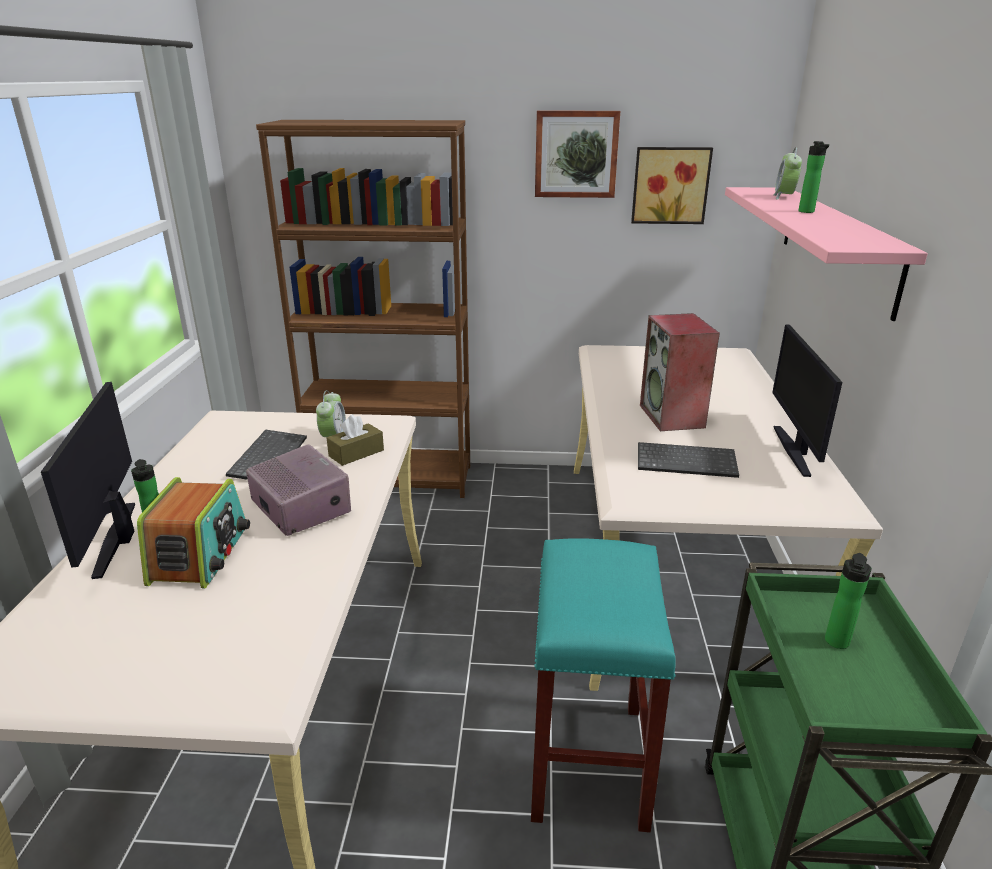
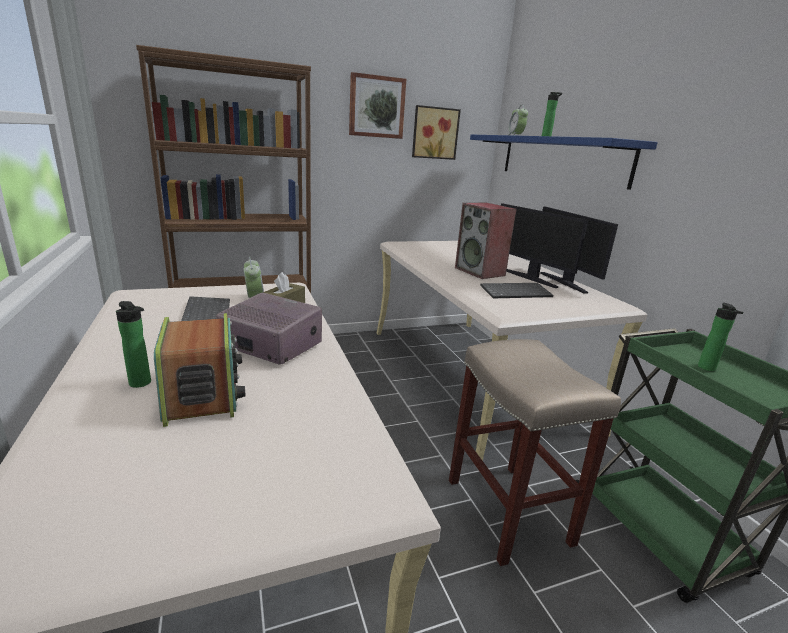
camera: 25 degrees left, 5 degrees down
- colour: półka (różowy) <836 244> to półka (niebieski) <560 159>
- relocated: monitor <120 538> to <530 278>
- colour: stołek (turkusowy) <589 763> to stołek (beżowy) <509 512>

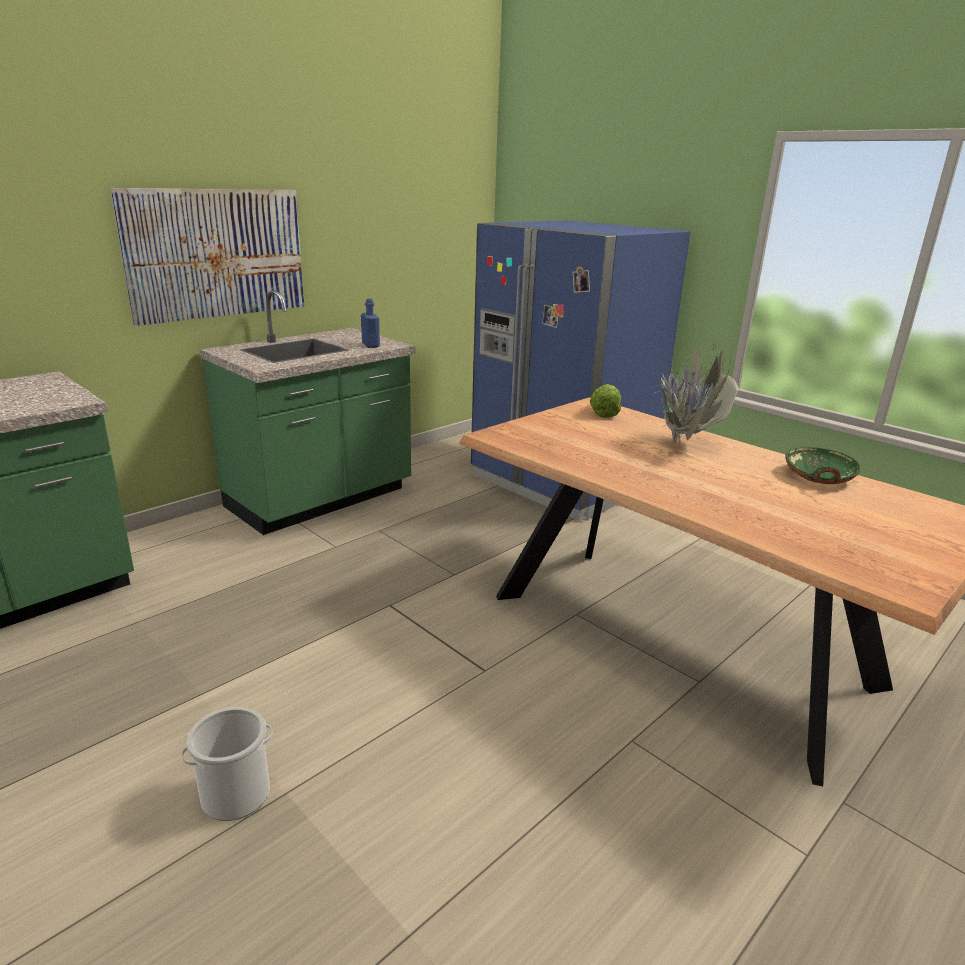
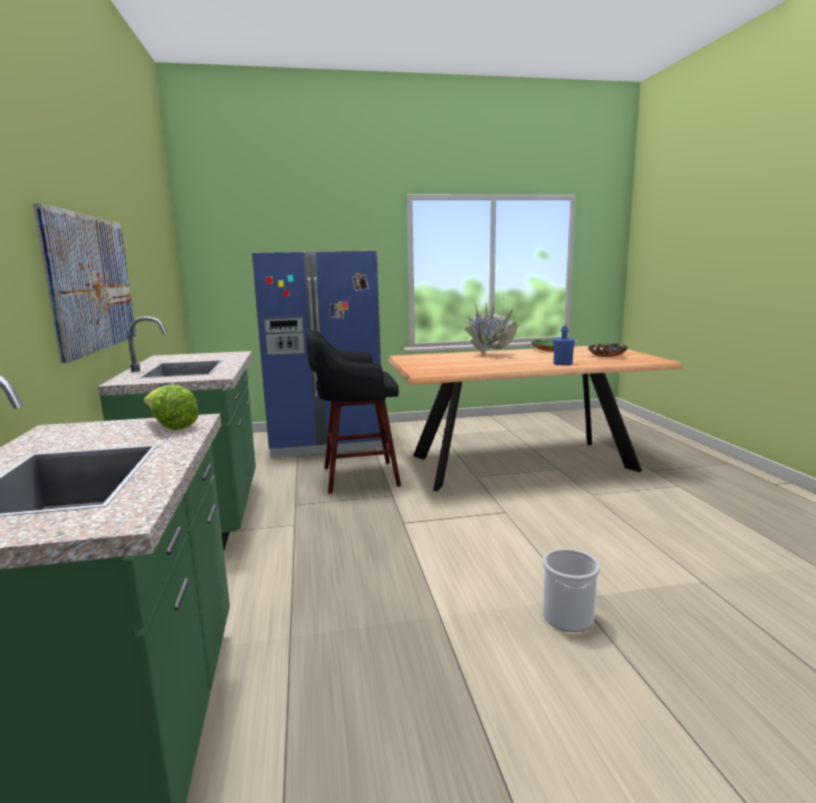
camera: 55 degrees left, 10 degrees down
- relocated: butelka (niebieski) <370 345> to <562 364>
- relocated: sałata <604 413> to <170 426>
- appeared: stołek (czarny) <357 477>
- appeared: miska (czarny) <606 356>

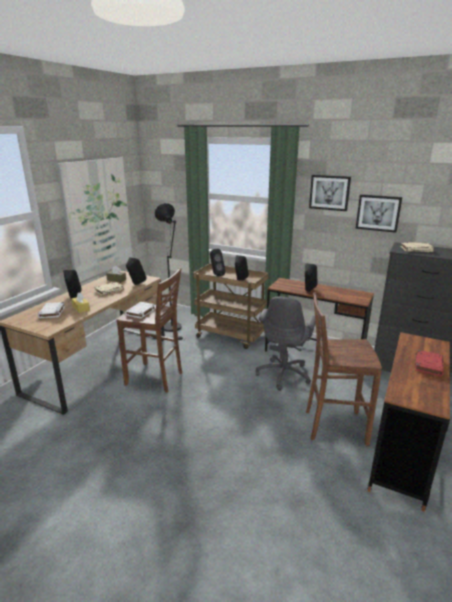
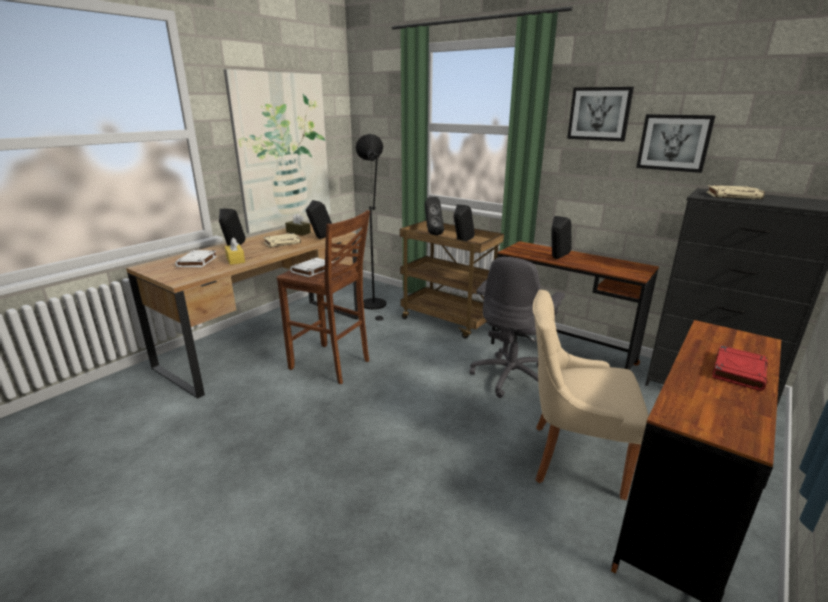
camera: 10 degrees right, 0 degrees up
- exchanged: stołek (brązowy) <333 426> to krzesło (beżowy) <572 458>

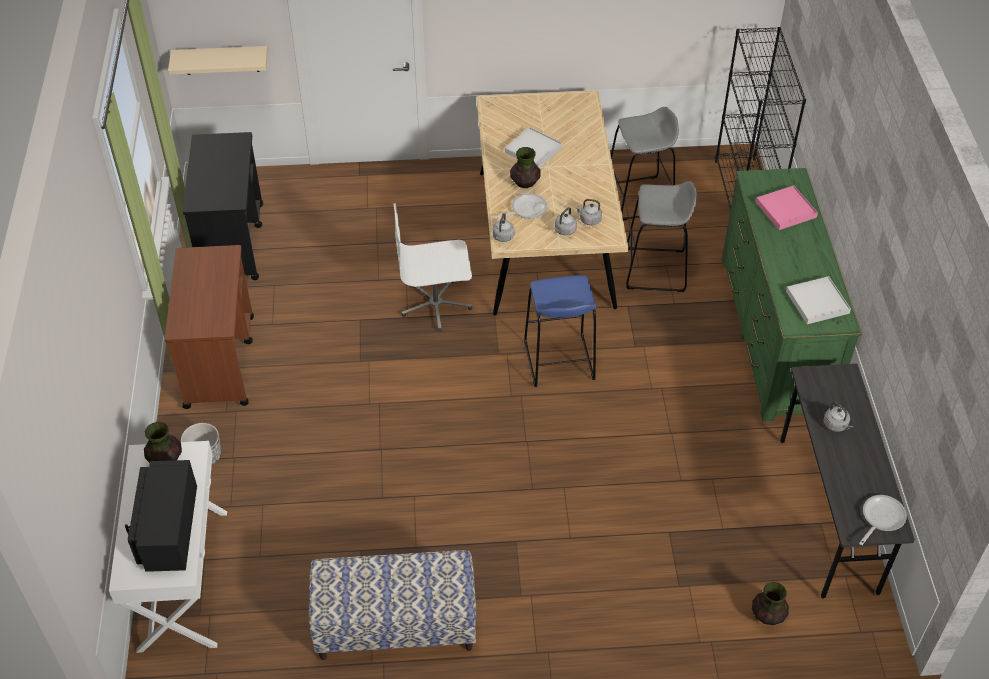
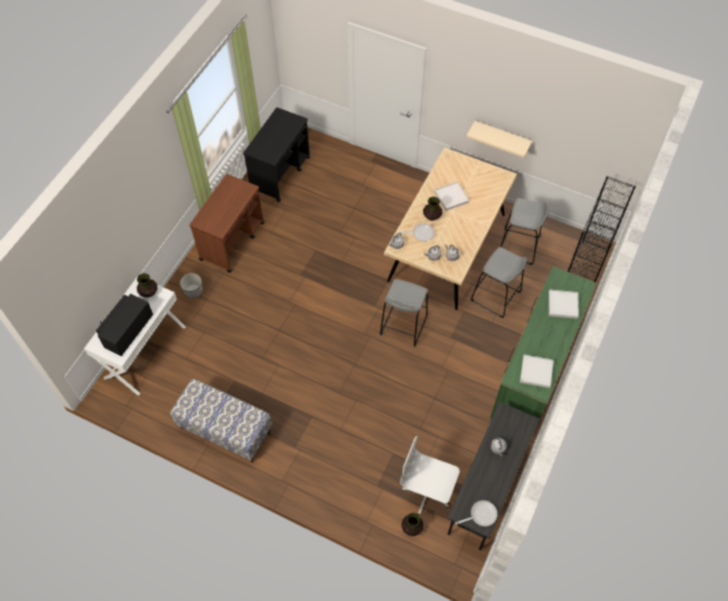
camera: 30 degrees right, 10 degrees up
- relocated: półka (beżowy) <221 60> to <501 137>
- colour: taca (różowy) <785 210> to taca (biały) <563 305>
- relocated: krzesło biurowe (biały) <436 305> to <427 492>
- colour: stołek (niebieski) <558 361> to stołek (szary) <403 326>

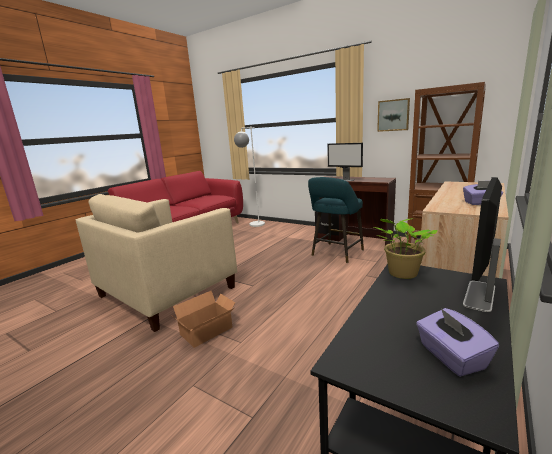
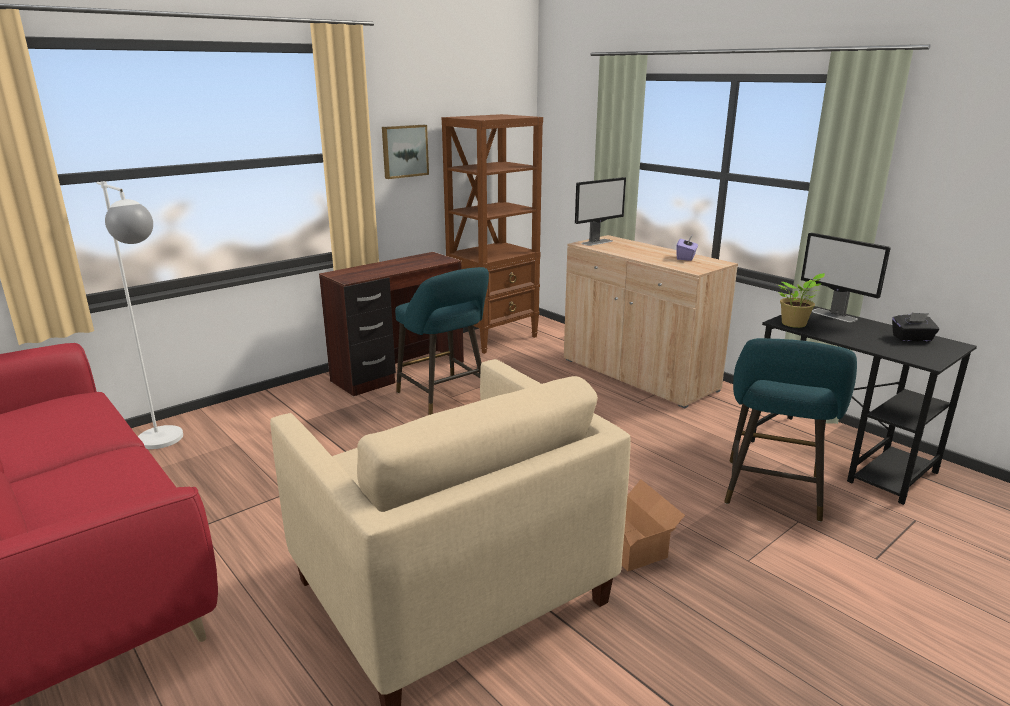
camera: 75 degrees left, 5 degrees up
- relocated: monitor <345 180> to <597 242>
- colour: pudełko chusteczek (fioletowy) <451 357> to pudełko chusteczek (czarny) <912 338>
- appeared: stołek (turkusowy) <772 493>

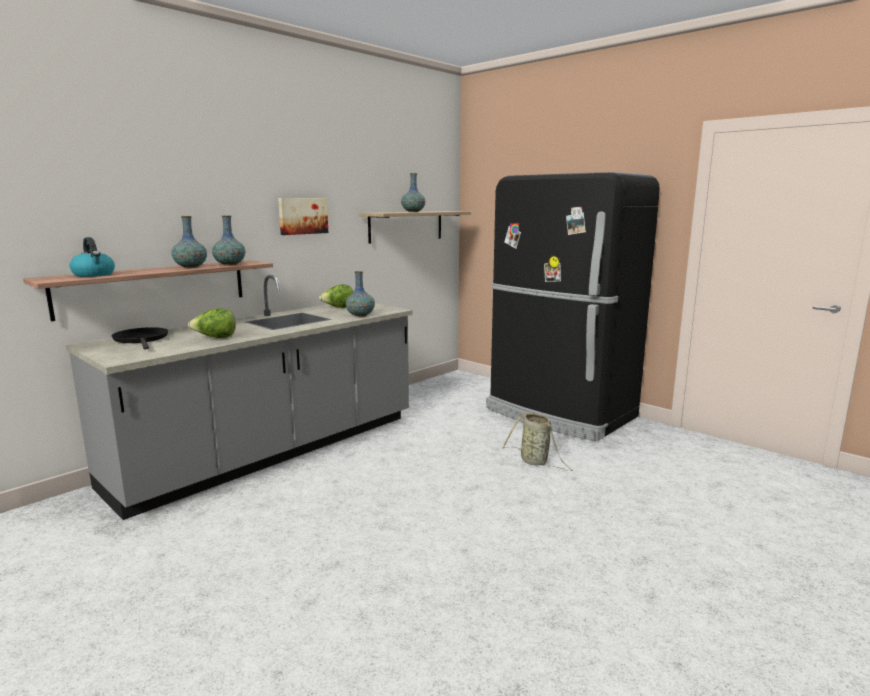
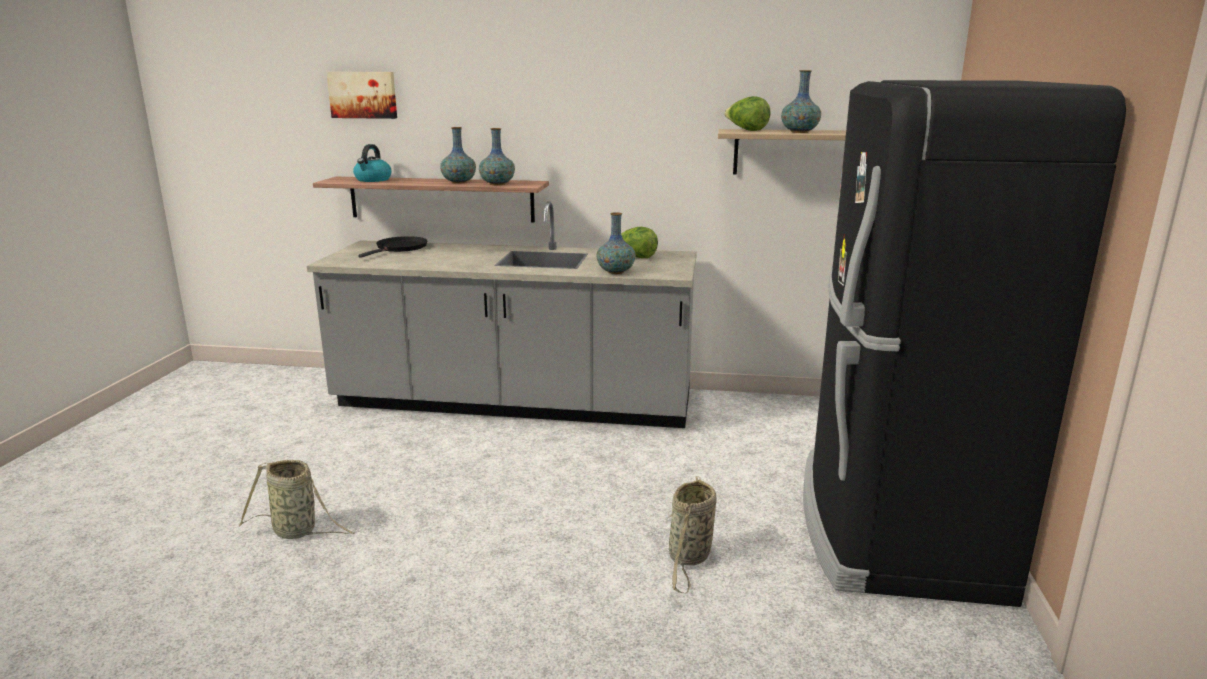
camera: 55 degrees right, 5 degrees up
- relocated: obraz <302 216> to <363 95>
- relocated: sałata <215 338> to <746 130>
- appeared: koszyk <298 531>

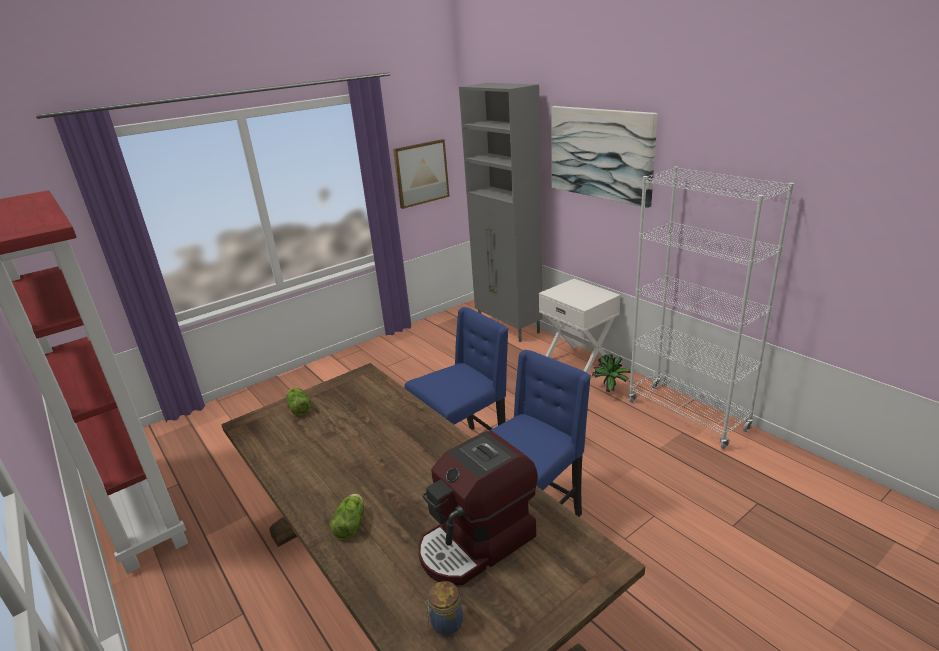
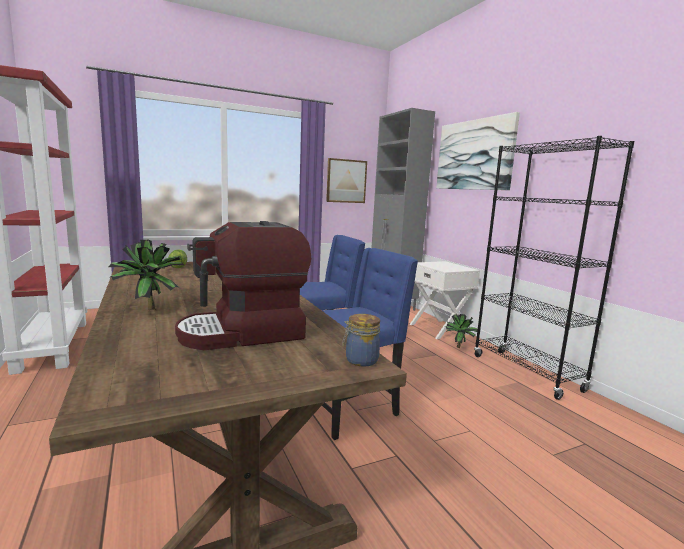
camera: 10 degrees right, 15 degrees down
- colour: regał (biały) <687 416> to regał (czarny) <526 373>
- exchanged: sałata <351 524> to roślina doniczkowa <147 309>
- relocated: słoik <445 623> to <360 360>

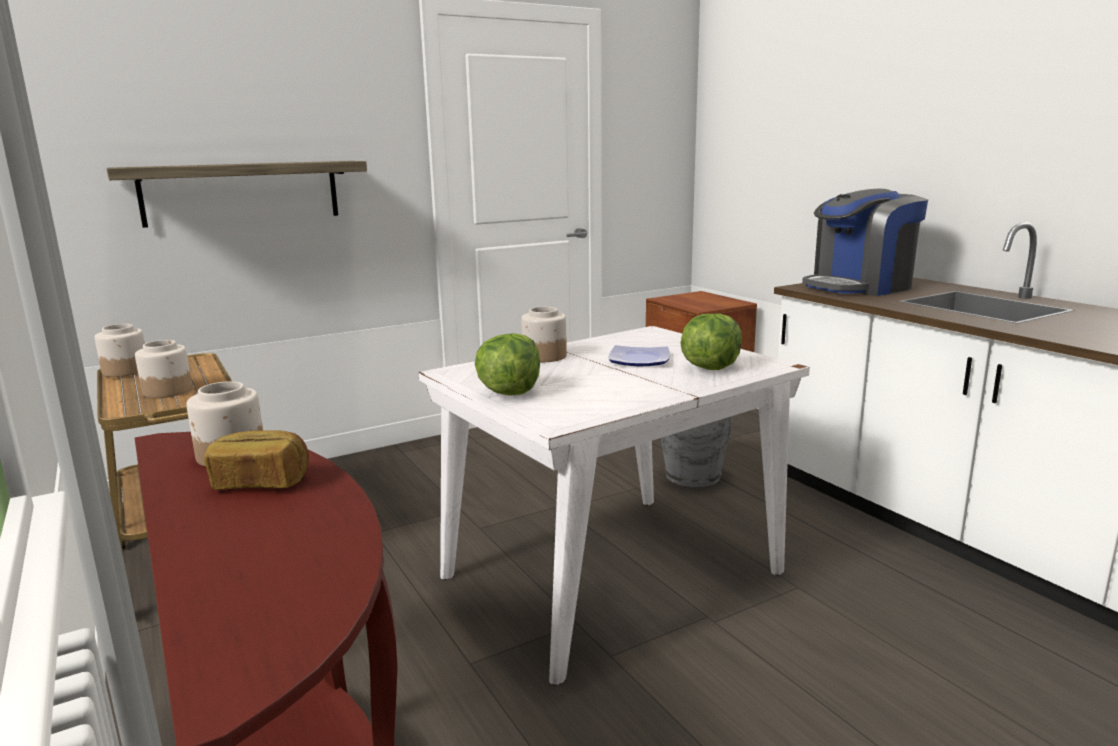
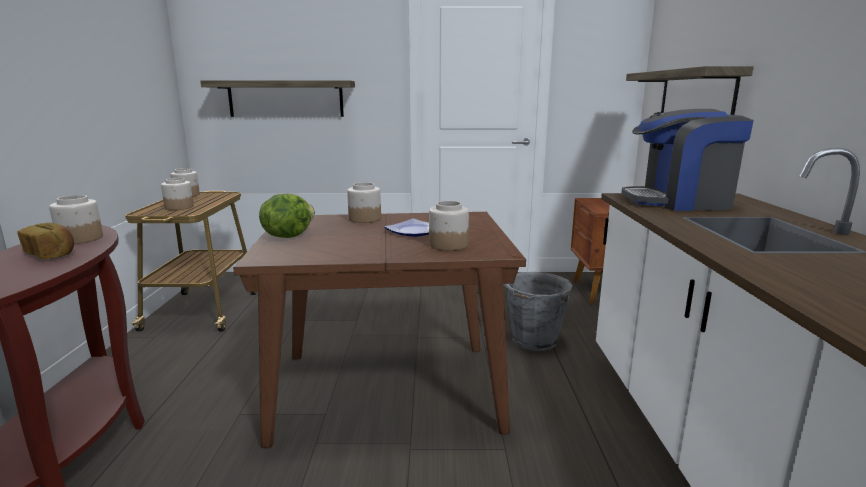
camera: 30 degrees right, 0 degrees up
- exchanged: sałata <710 367> to słoik <448 245>
- colour: stół jadalny (biały) <613 573> to stół jadalny (brązowy) <389 390>
- appeared: półka <696 93>

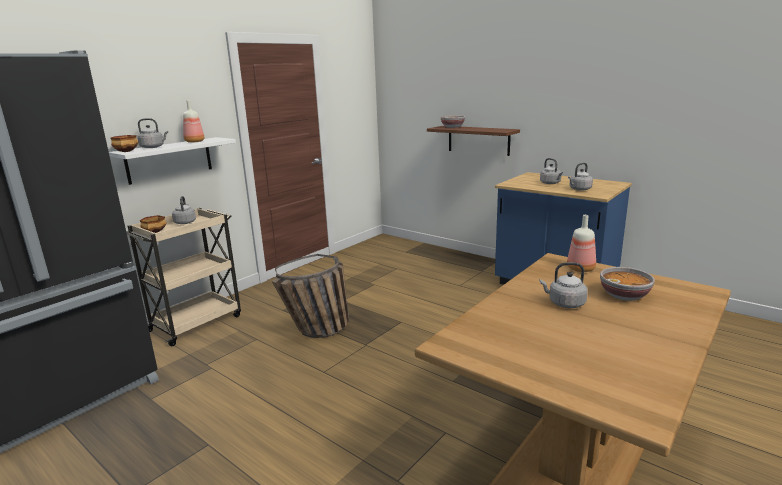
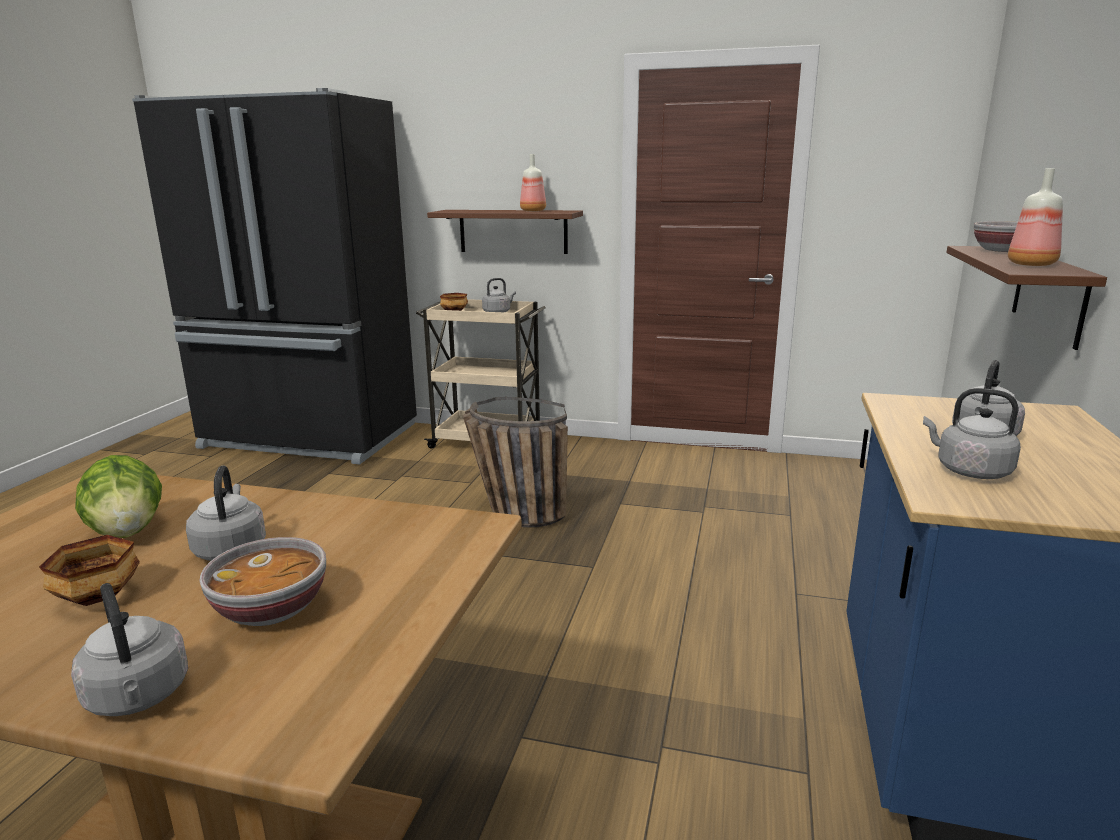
camera: 65 degrees right, 0 degrees up
- relocated: czajnik (szary) <153 147> to <139 697>
- relocated: miska <126 151> to <100 596>
- colour: półka (biały) <169 160> to półka (brązowy) <513 231>
- relocated: butelka <581 268> to <1033 264>
- appeared: sałata <128 531>

